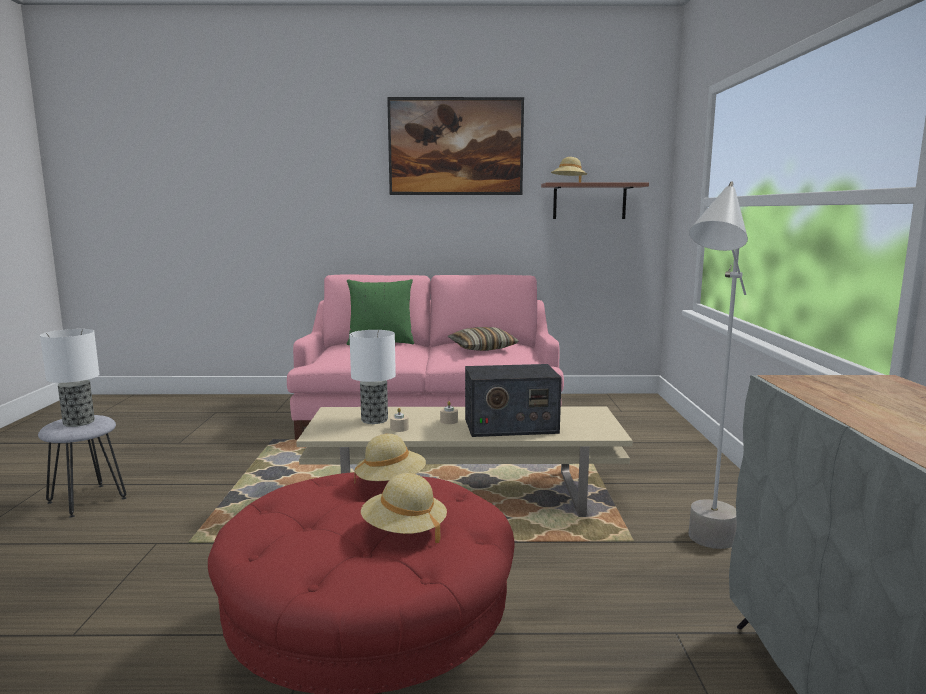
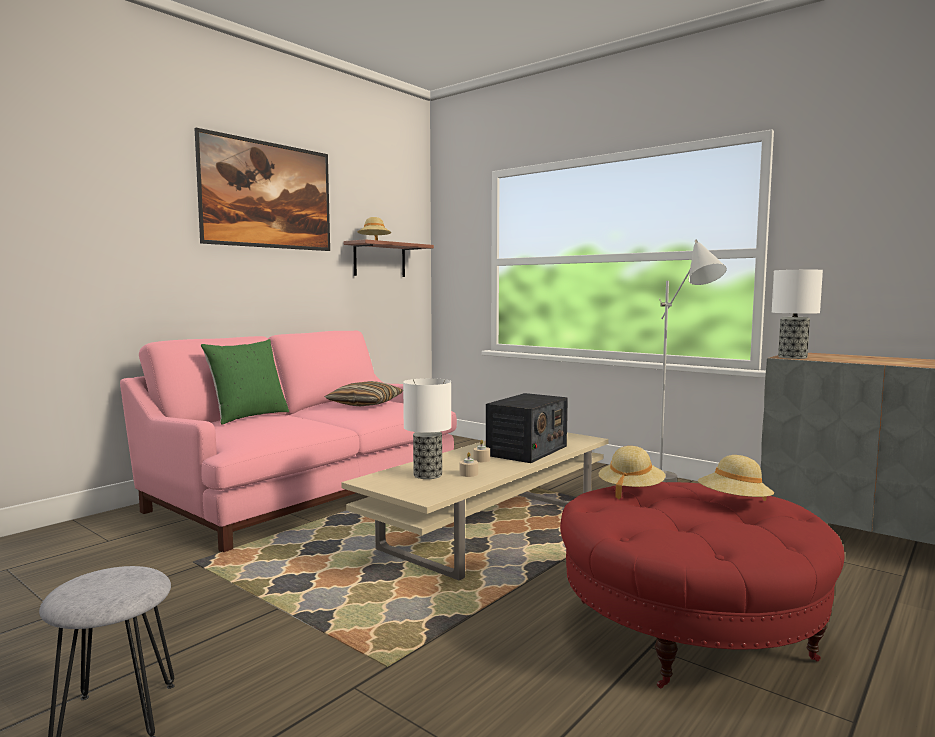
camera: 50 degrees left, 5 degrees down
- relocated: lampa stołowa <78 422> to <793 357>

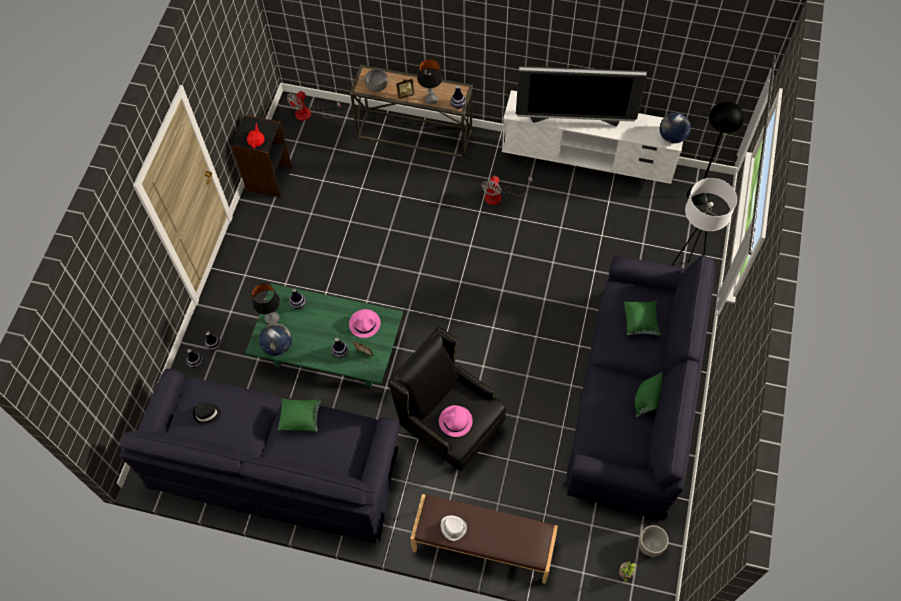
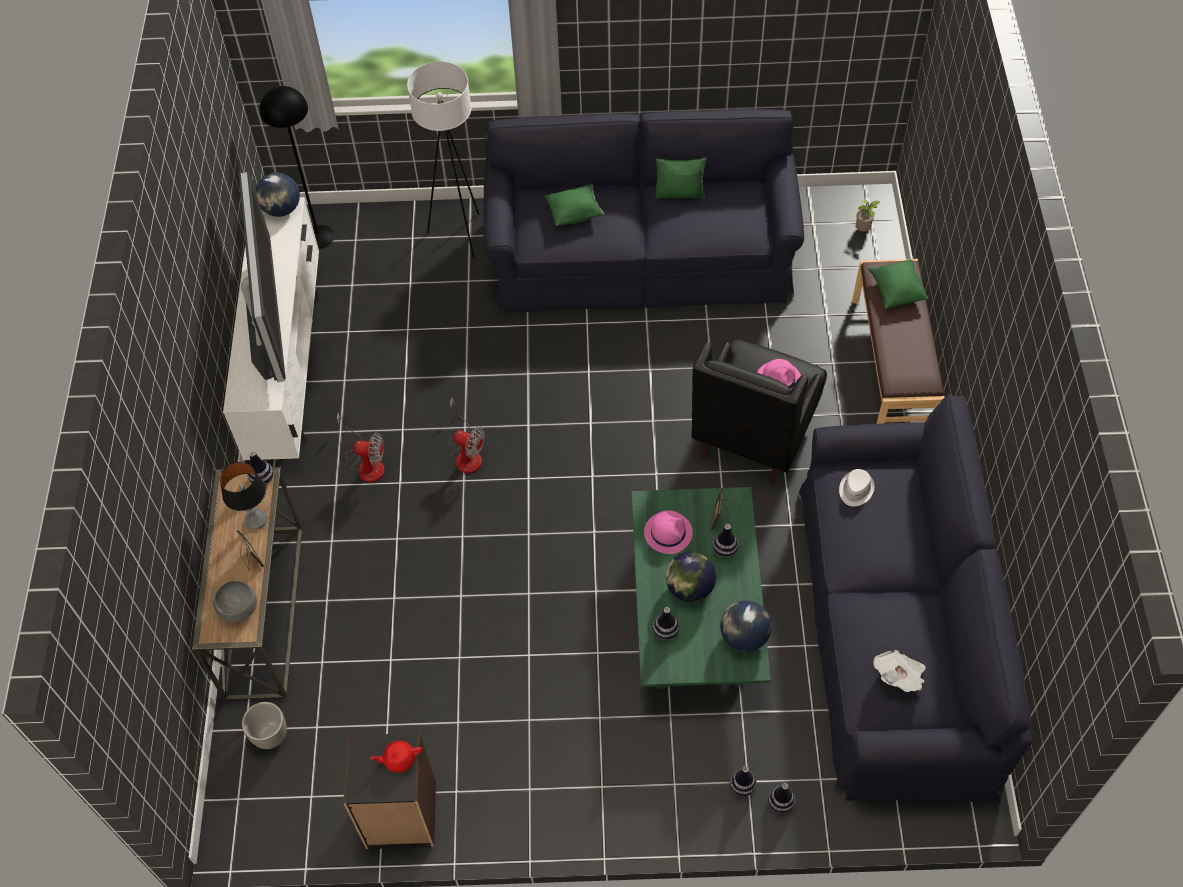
camera: 105 degrees left, 5 degrees down
- relocated: wentylator <309 114> to <466 453>
- missing: lampa stołowa <272 318>
- relocated: poduszka (zielony) <301 418> to <896 291>
- exchanged: kapelusz (czarny) <207 414> to gazeta <899 676>
- relocated: kapelusz (biały) <453 527> to <855 489>
- relocated: donica <650 546> to <271 735>
- appeared: globus <689 588>

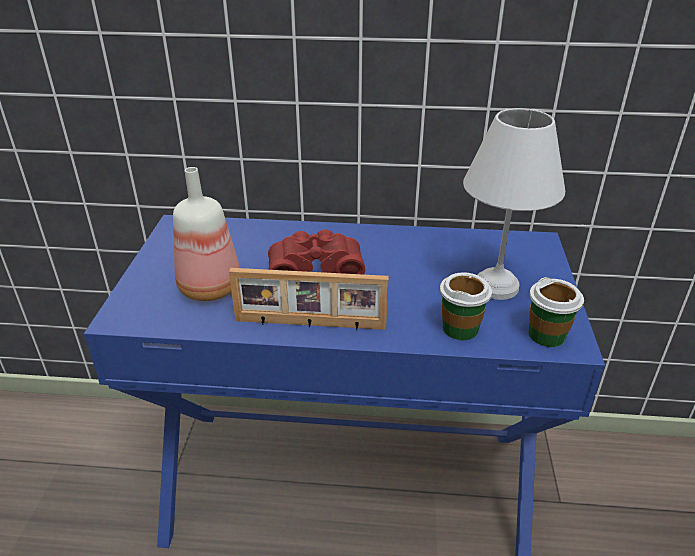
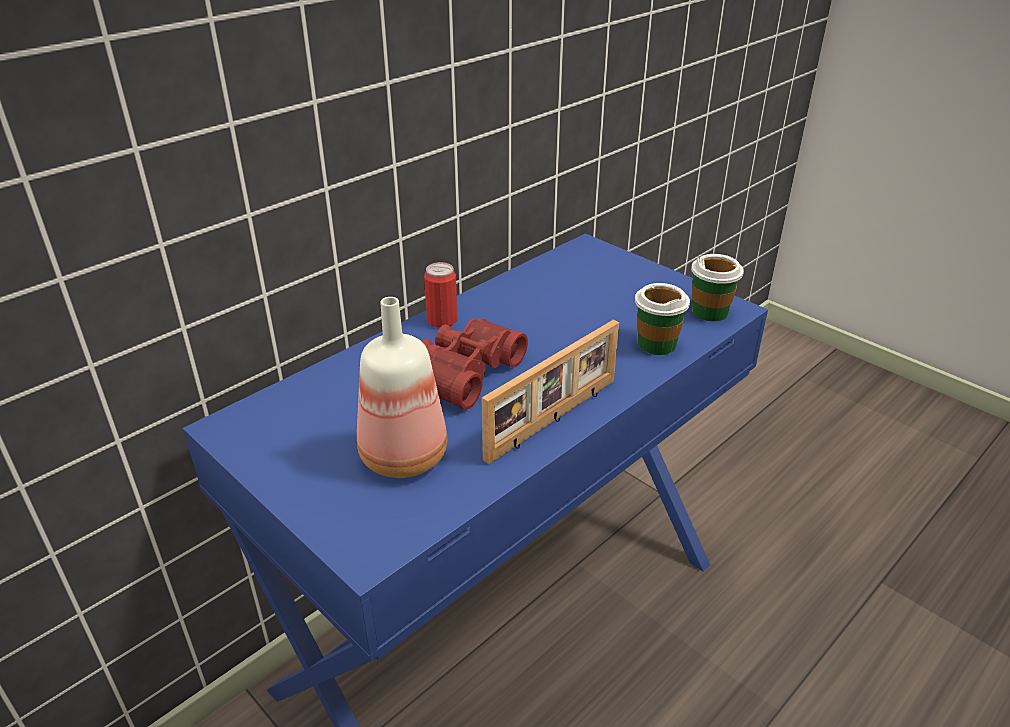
camera: 50 degrees left, 0 degrees up
- missing: lampa stołowa (biały) <497 285>
- appeared: puszka <442 320>

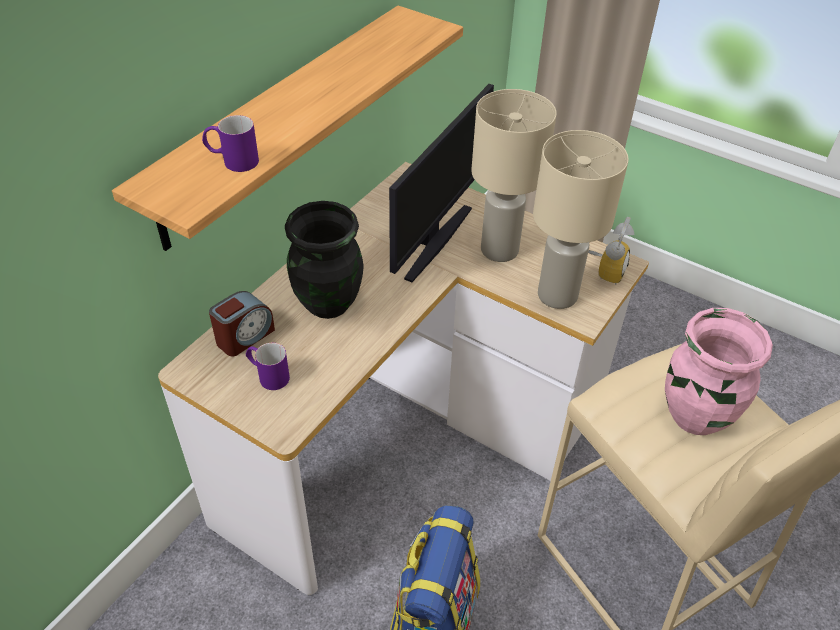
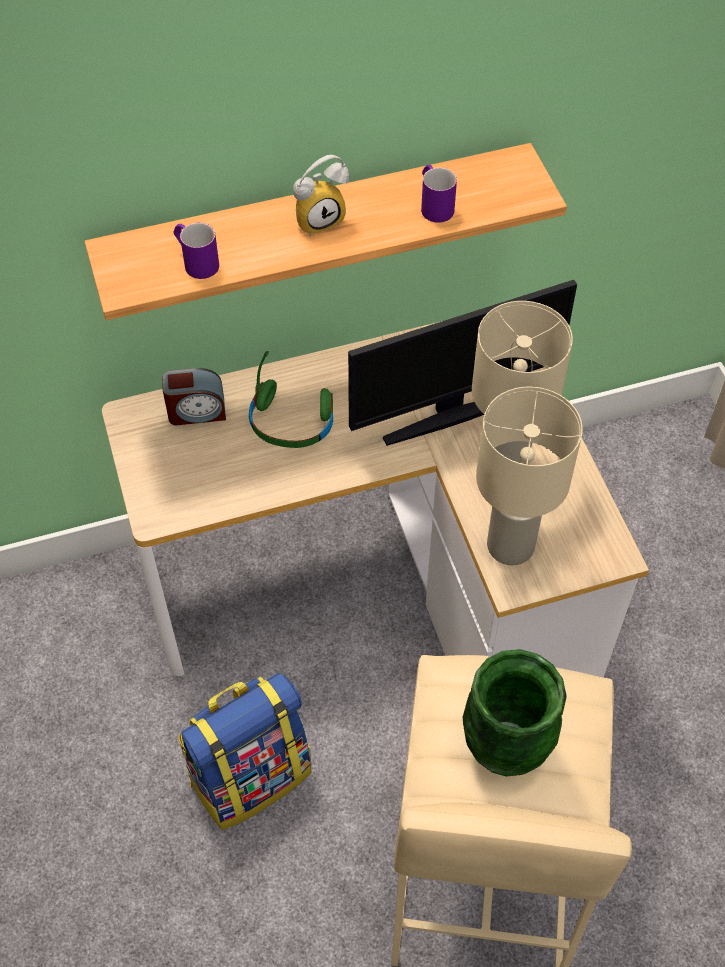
camera: 40 degrees right, 10 degrees up
- exchanged: wazon (czarny) <328 304> to słuchawki (zielony) <292 422>
- relocated: budzik <605 271> to <319 218>
- colour: wazon (różowy) <694 415> to wazon (zielony) <505 746>
- relocated: kubek (fioletowy) <268 375> to <434 205>

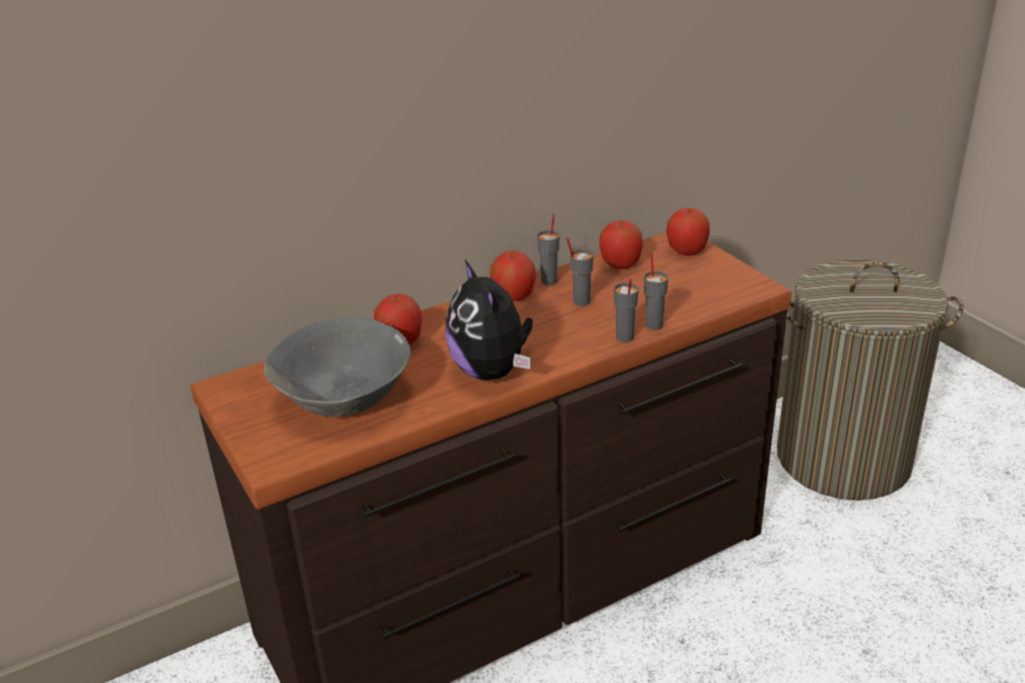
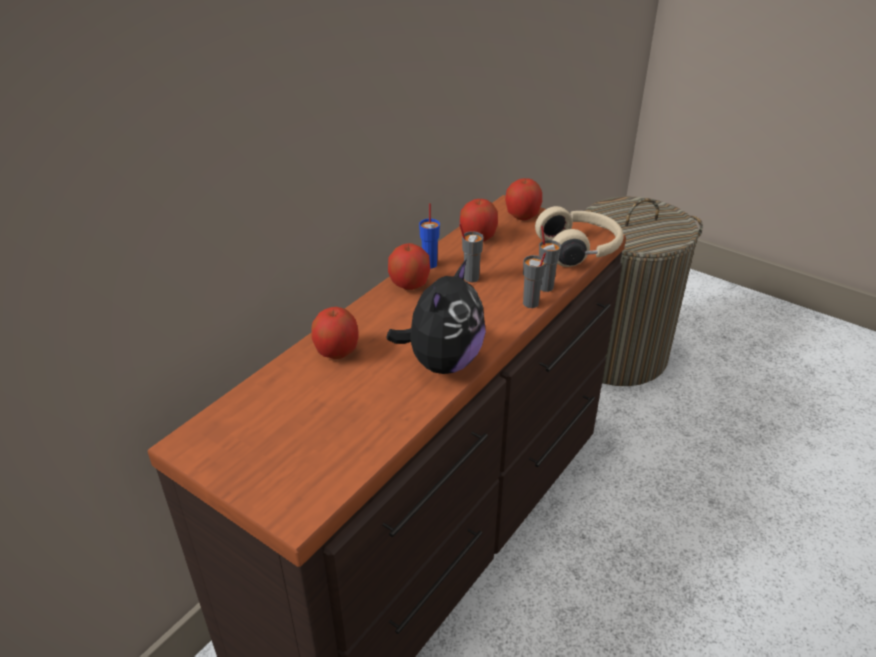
camera: 25 degrees left, 5 degrees up
- colour: filiżanka (szary) <549 281> to filiżanka (niebieski) <430 264>
- spun: pluszak <492 371> = <442 362> 105 degrees counterclockwise
- missing: miska (szary) <343 397>
- appeared: słuchawki (beżowy) <579 250>

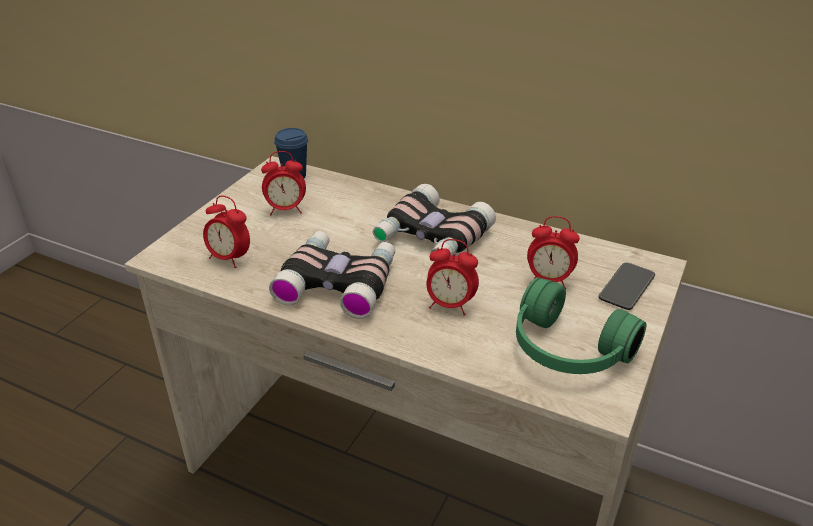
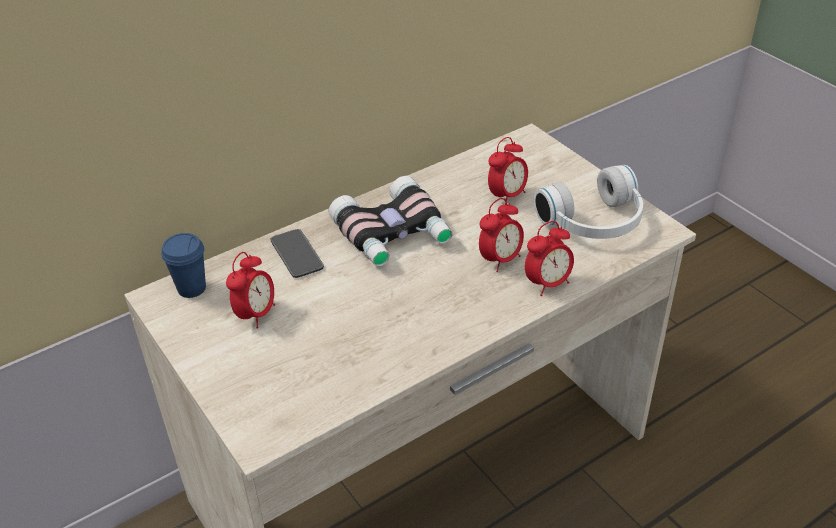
camera: 60 degrees left, 5 degrees up
- relocated: budzik <229 258> to <547 283>
- missing: lornetka <339 281>
- relocated: telefon <626 287> to <297 254>
- colour: słuchawki (zielony) <566 350> to słuchawki (biały) <595 223>

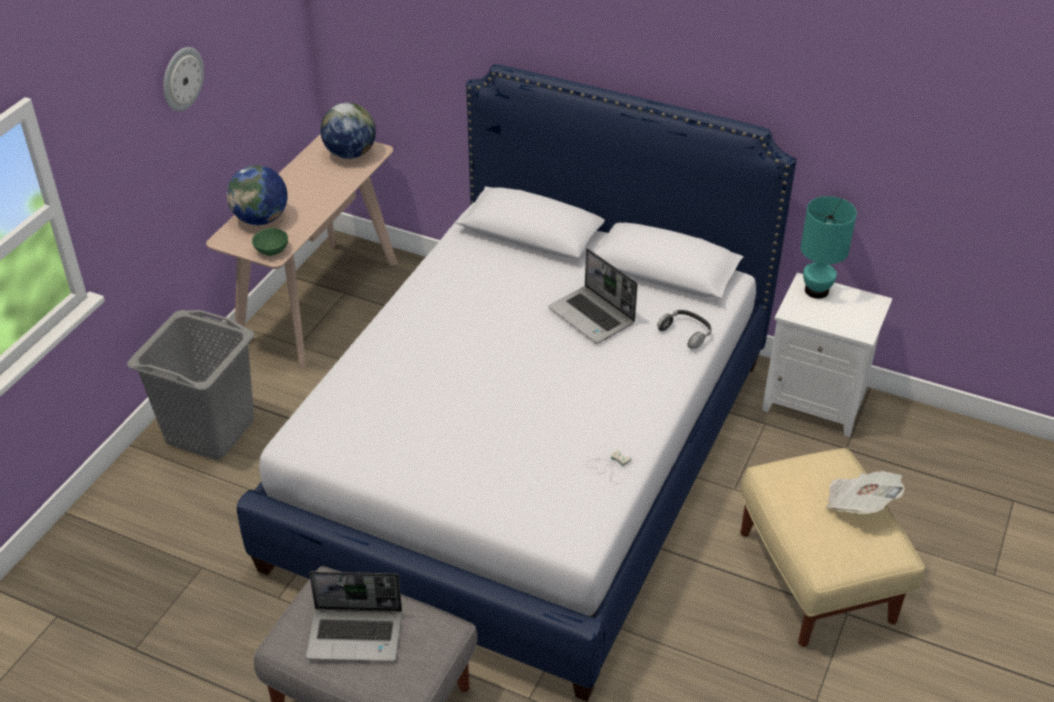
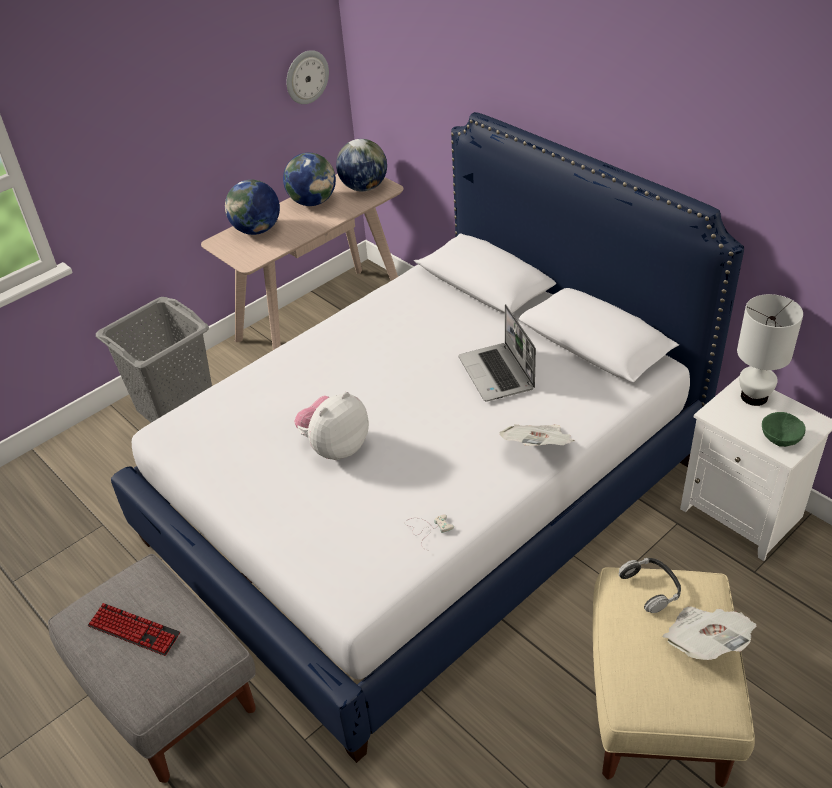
camera: 25 degrees right, 0 degrees up
- relocated: zegar ścienny <181 78> to <306 77>
- colour: lampa stołowa (turkusowy) <817 291> to lampa stołowa (biały) <754 397>
- relocated: miska (zielony) <272 250> to <780 438>
- relocated: słuchawki <685 333> to <651 588>
- exchanged: laptop <356 634> to klawiatura <134 630>
- appeared: globus <313 202>
- appeared: pluszak <335 447>
- appeared: gazeta <538 448>

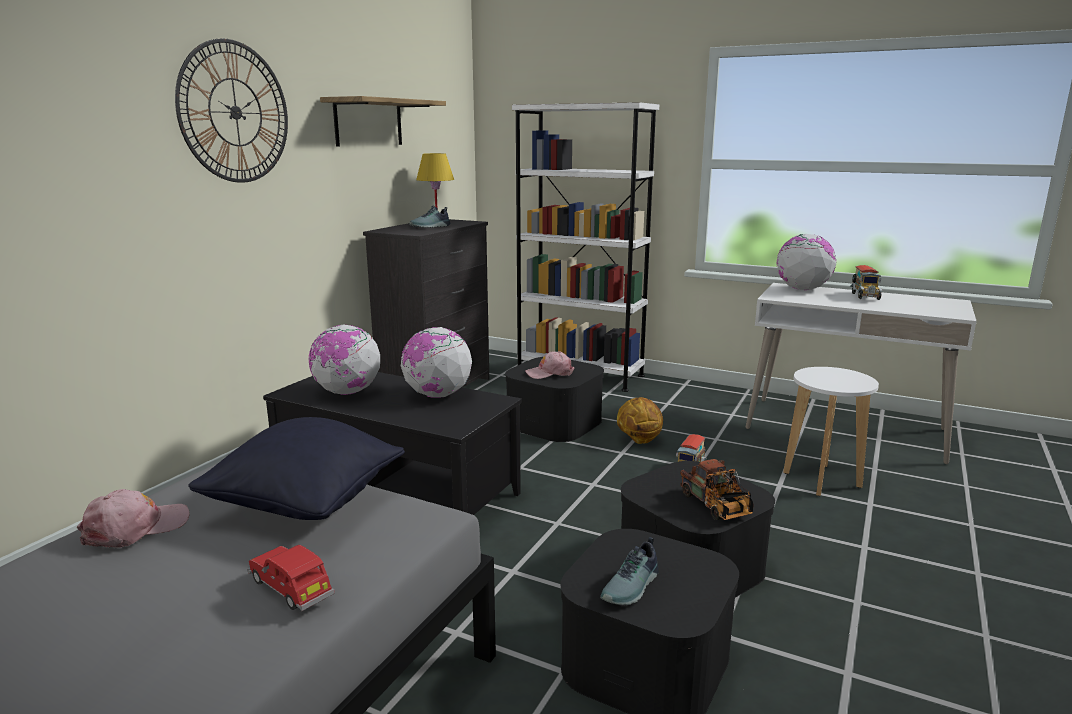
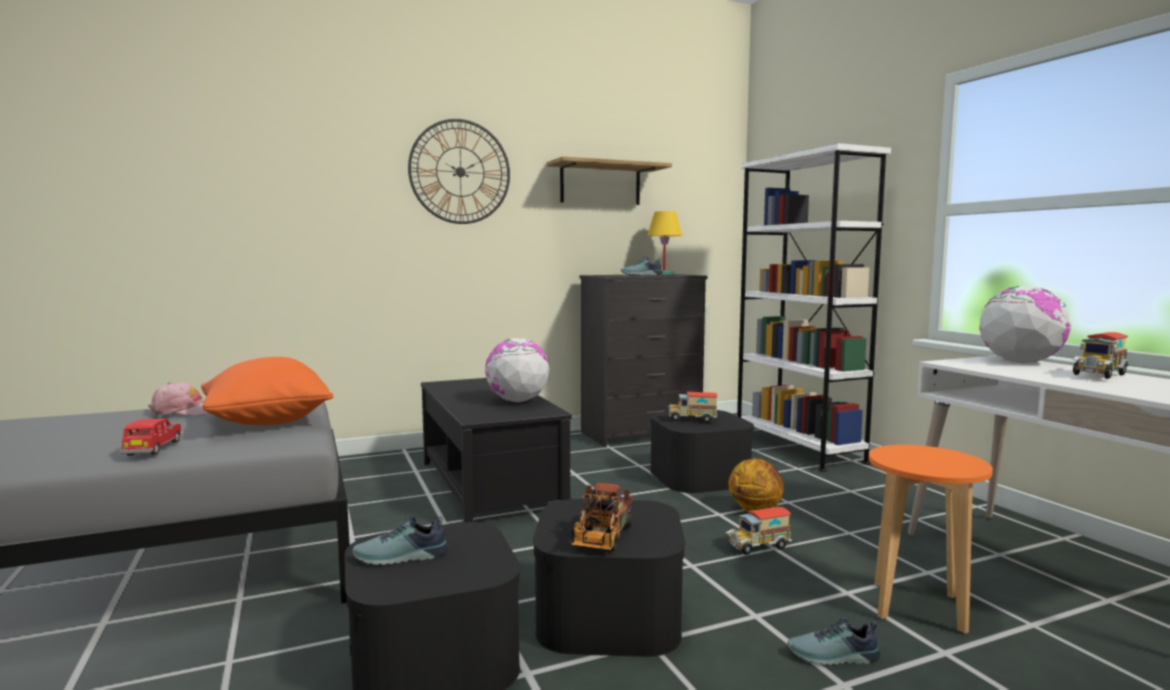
camera: 40 degrees right, 10 degrees down
- missing: globus <347 392>
- exchanged: czapka z daszkiem (różowy) <550 373> to ciężarówka zabawkowa <692 420>
- colour: stołek (biały) <821 480> to stołek (pomarańczowy) <917 607>
- colour: poduszka (czarny) <306 506> to poduszka (pomarańczowy) <267 423>
- appeared: but <834 657>

